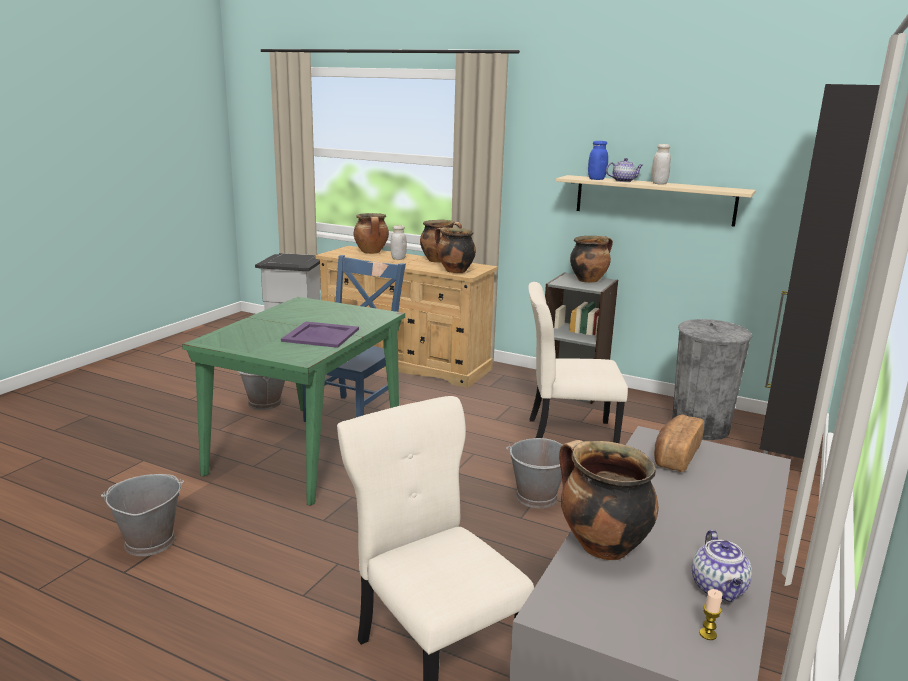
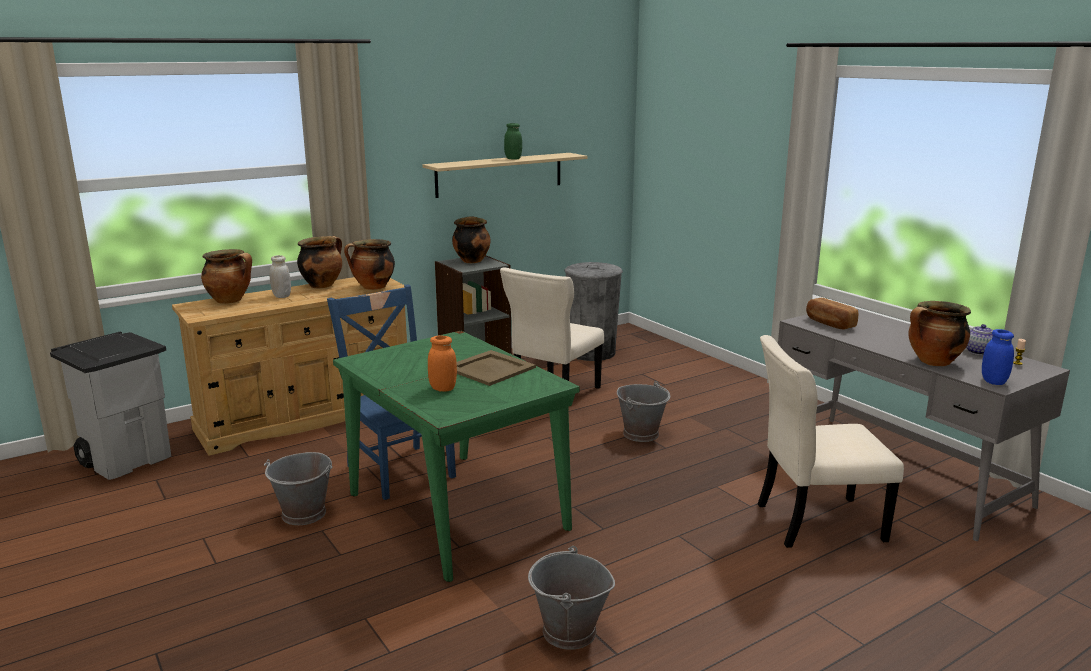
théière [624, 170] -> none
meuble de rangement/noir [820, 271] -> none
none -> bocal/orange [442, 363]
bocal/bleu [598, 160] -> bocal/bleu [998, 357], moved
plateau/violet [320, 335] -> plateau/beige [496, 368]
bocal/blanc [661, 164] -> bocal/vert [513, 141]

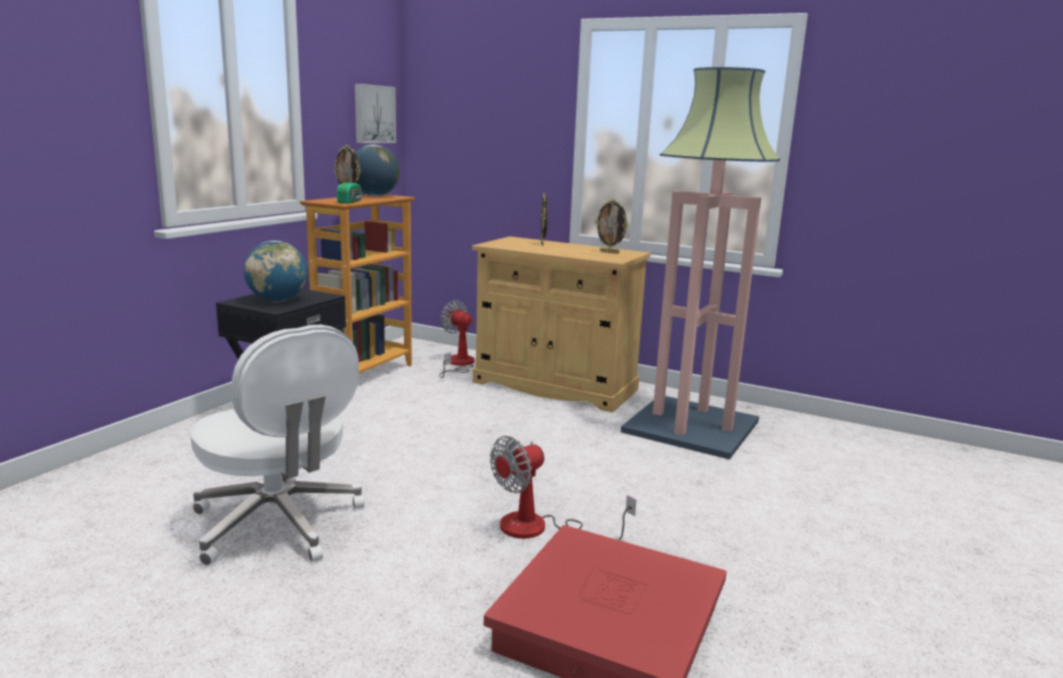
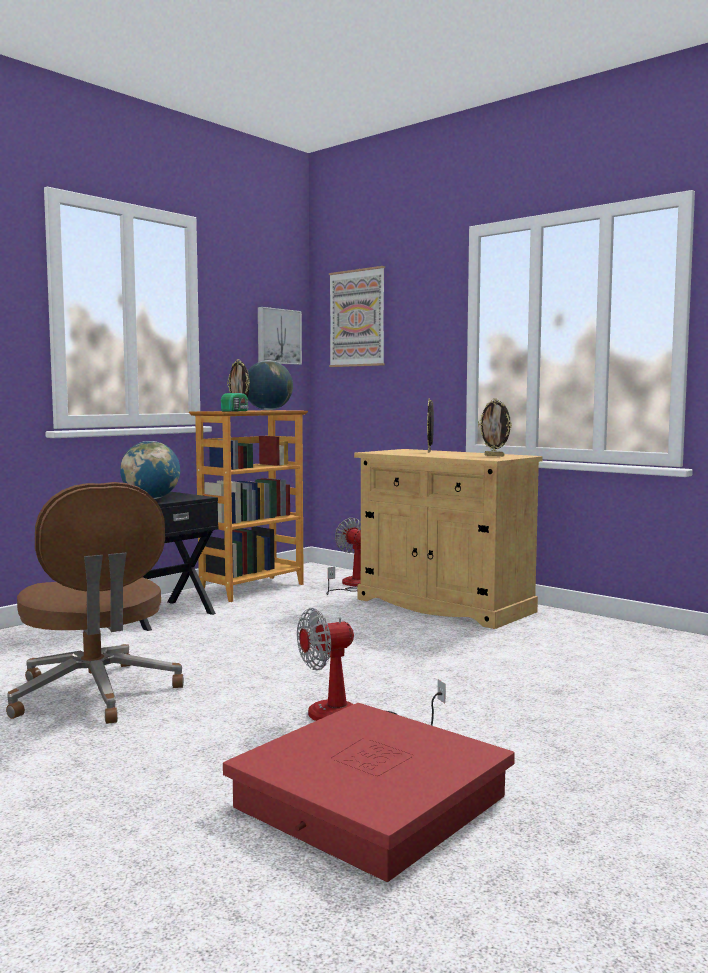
lampadaire [700, 263] -> none
none -> tableau [357, 316]
chaise de bureau/blanc [277, 445] -> chaise de bureau/marron [95, 603]

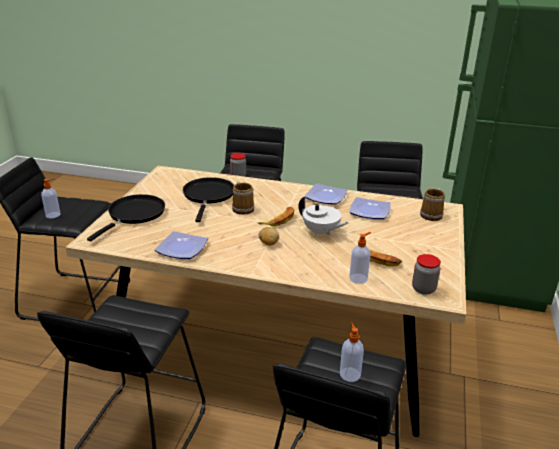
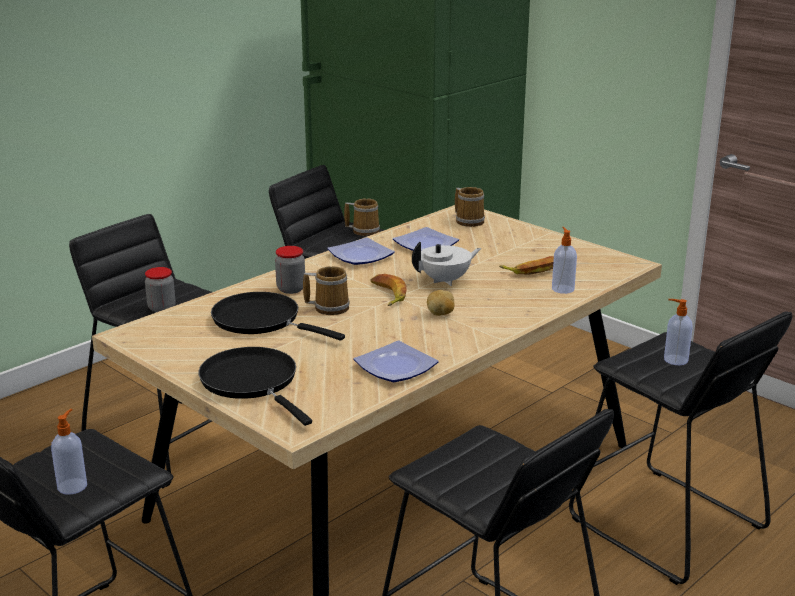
none -> mug [362, 217]
bocal [426, 274] -> bocal [290, 270], moved

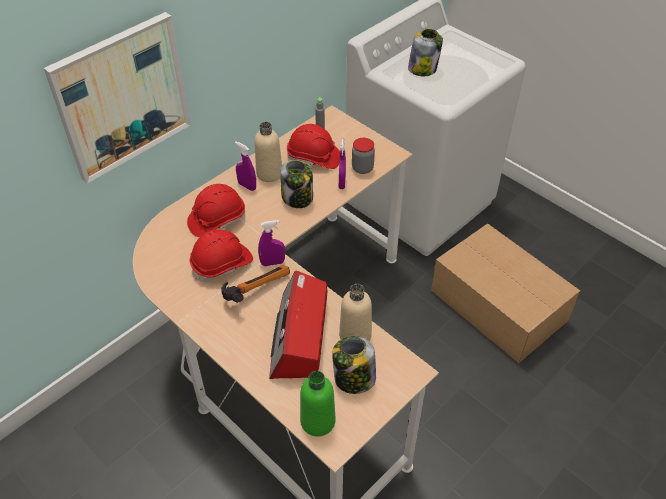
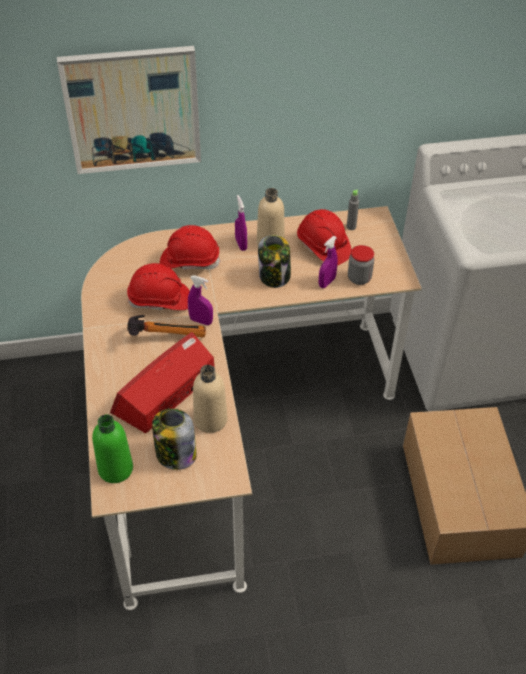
bocal [425, 52] -> none

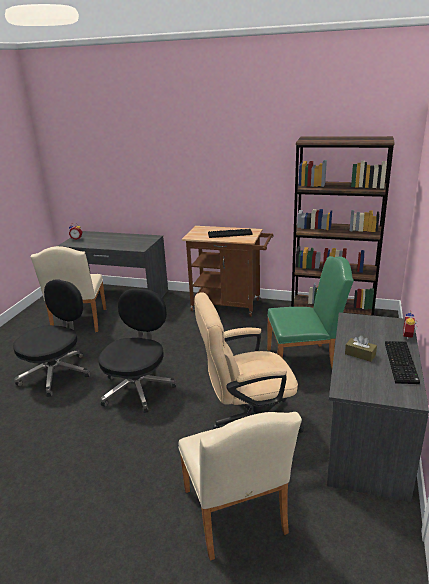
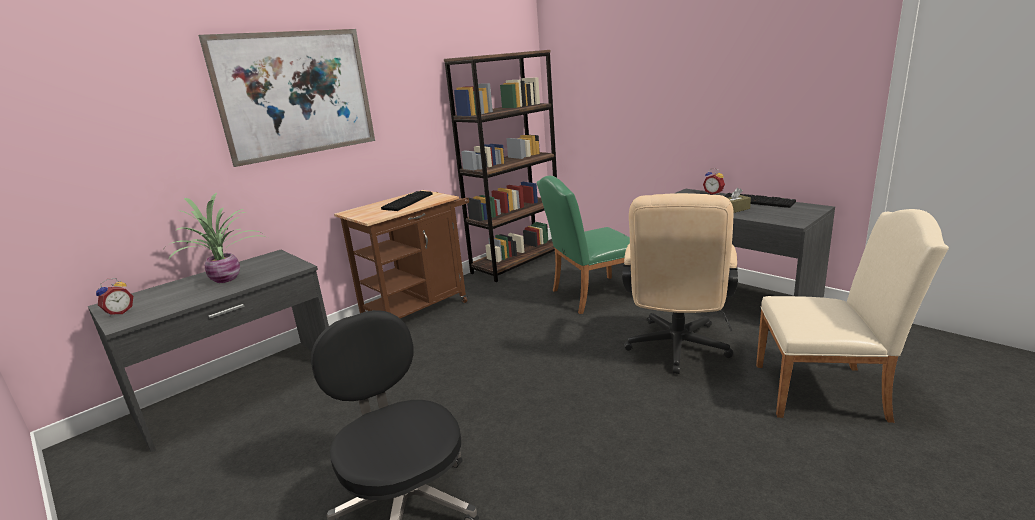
chaise/beige [68, 289] -> none
chaise de bureau/noir [137, 350] -> none
none -> plante en pot [216, 238]
none -> tableau [286, 98]
chaise/vert [310, 312] -> chaise/vert [583, 245], 135 degrees counterclockwise

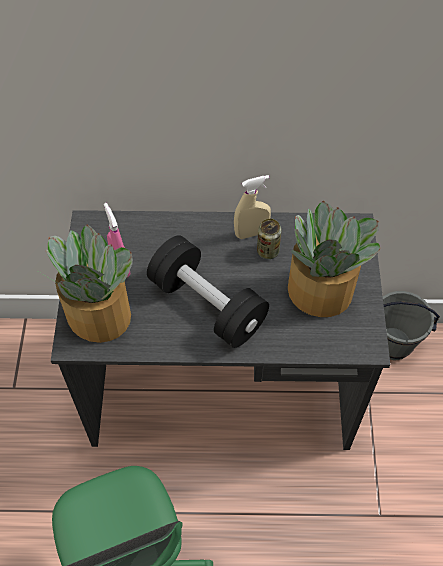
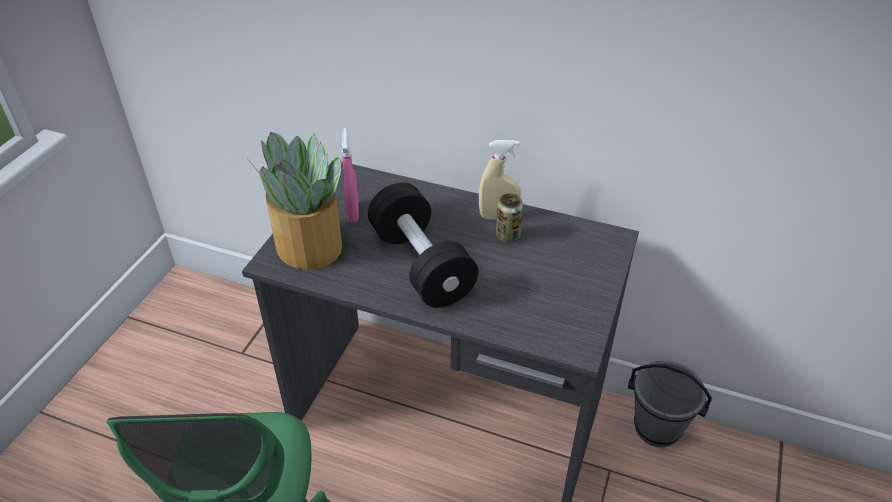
plante en pot [334, 259] -> none

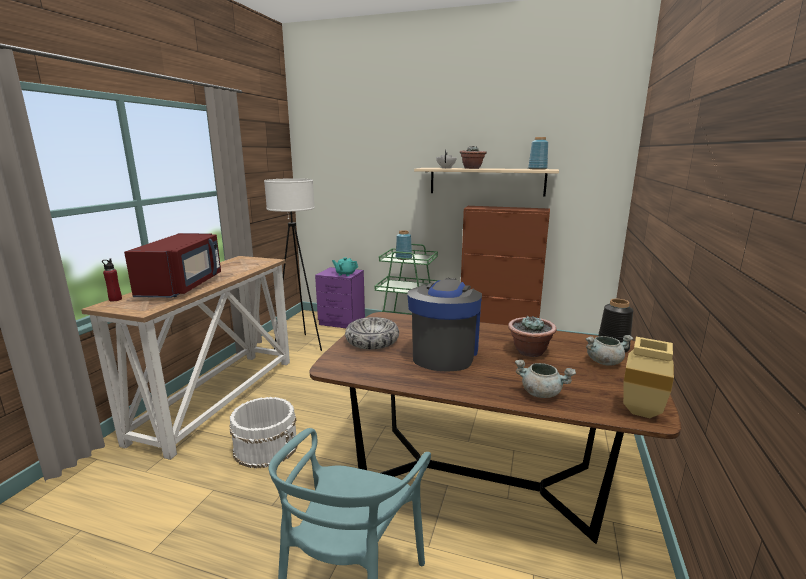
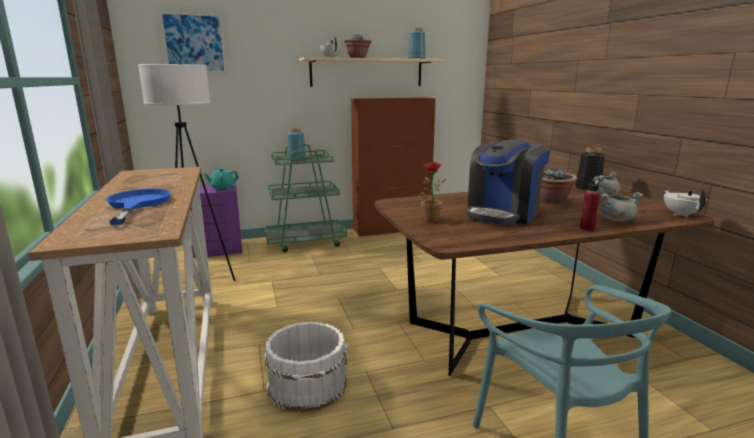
none -> tableau [193, 42]
bouteille/rouge [112, 280] -> bouteille/rouge [590, 204], moved
micro-ondes/rouge [172, 265] -> poêle/bleu [138, 207]
bol [372, 333] -> plante en pot [432, 192]
vase/beige [648, 377] -> théière/blanc [685, 203]
machine à café [444, 325] -> machine à café [508, 182], 120 degrees counterclockwise

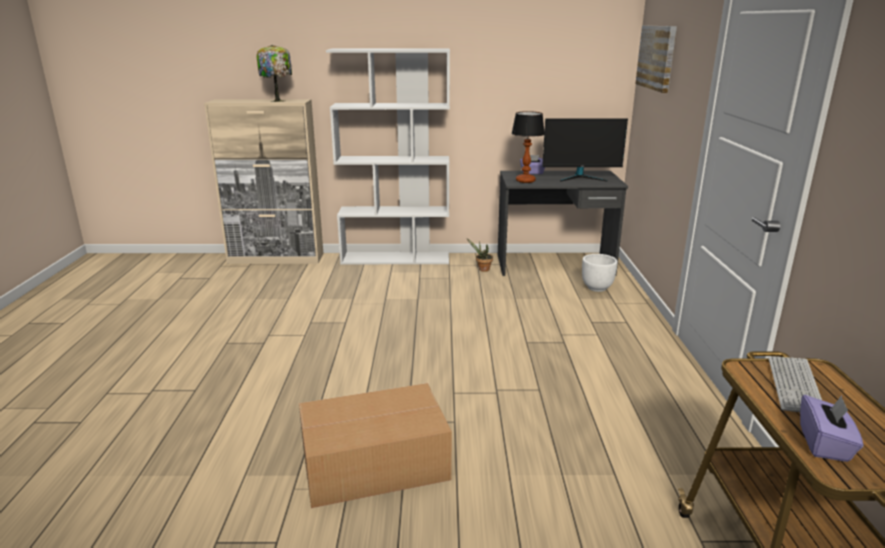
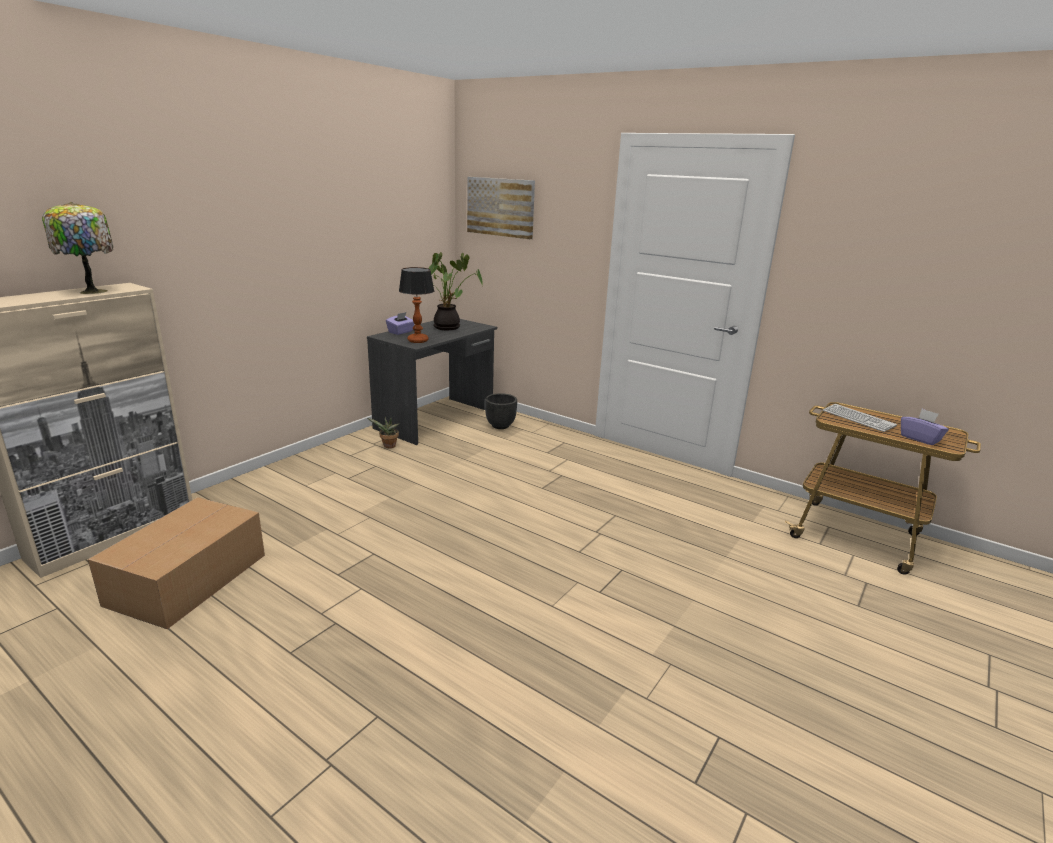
bibliothèque/blanc [388, 156] -> none
carton [375, 445] -> carton [176, 563], moved
écran d'ordinateur [585, 150] -> plante en pot [456, 291]
cache-pot/blanc [600, 273] -> cache-pot/noir [501, 411]

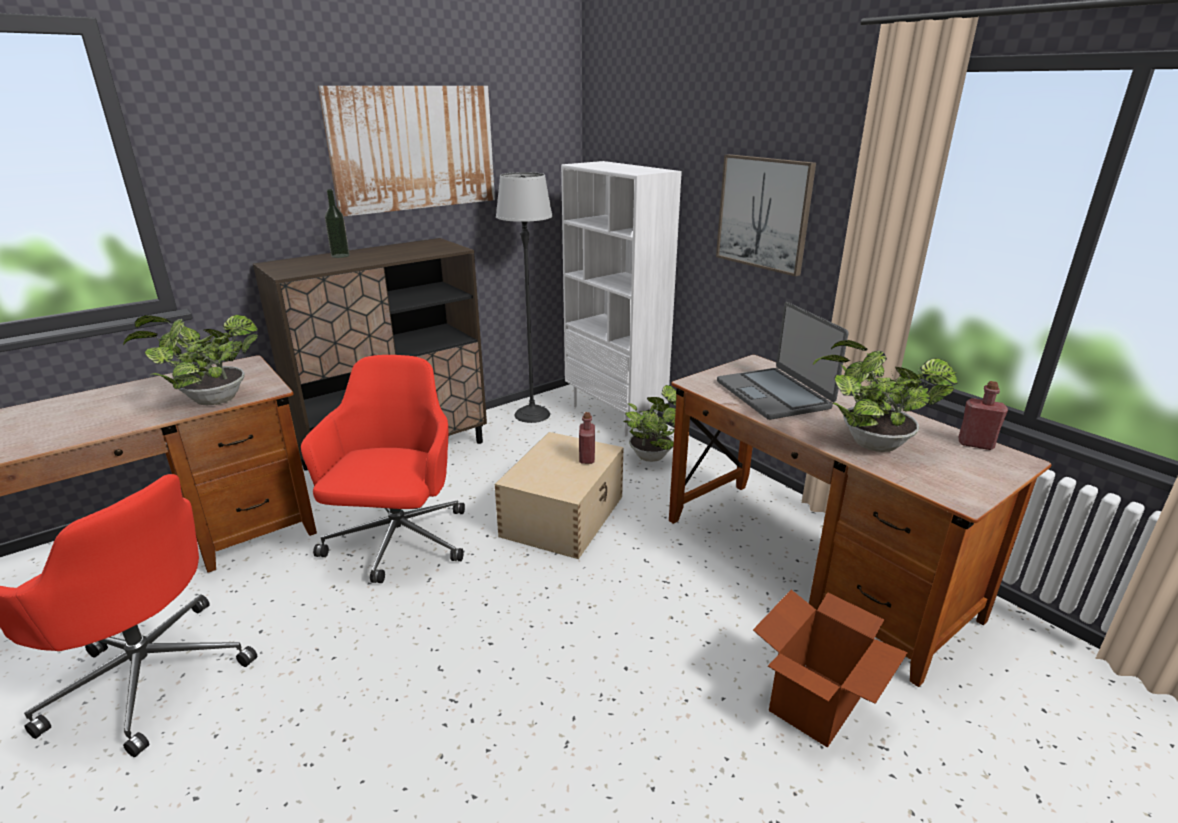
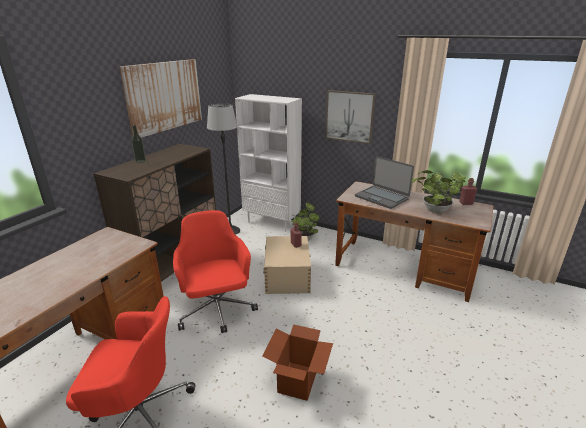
plante en pot [190, 360] -> none
carton [830, 669] -> carton [297, 362], moved

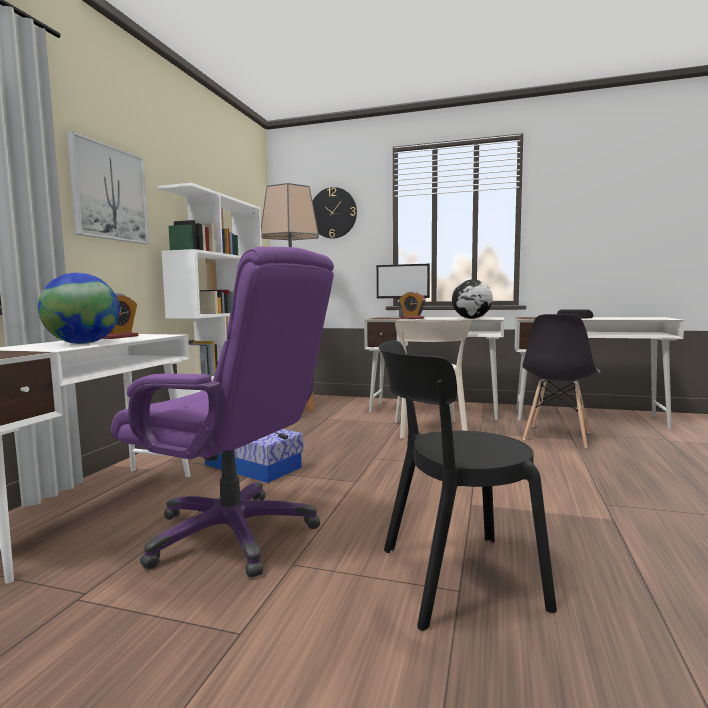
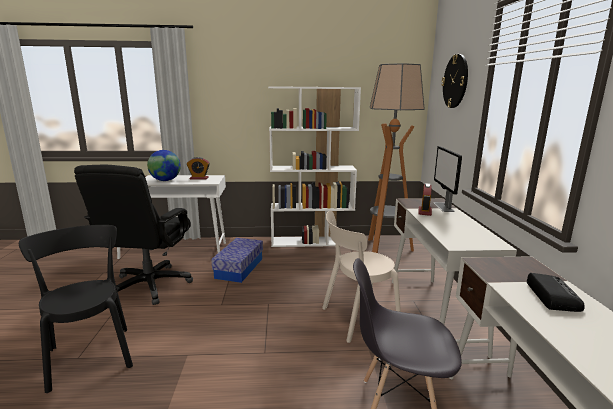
tableau [108, 187] -> none
globe [472, 299] -> none
chaise de bureau/violet [222, 412] -> chaise de bureau/noir [133, 235]

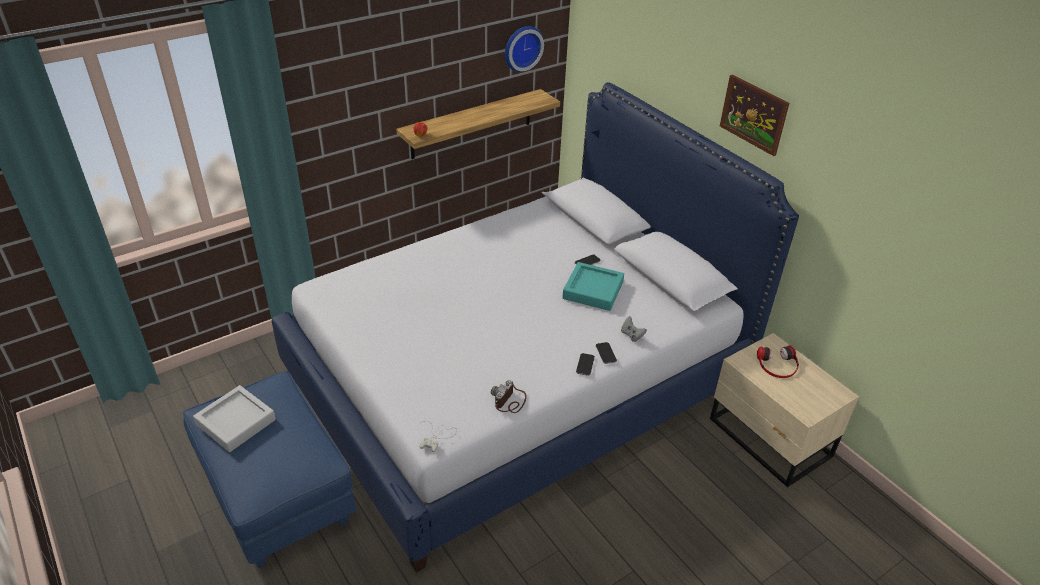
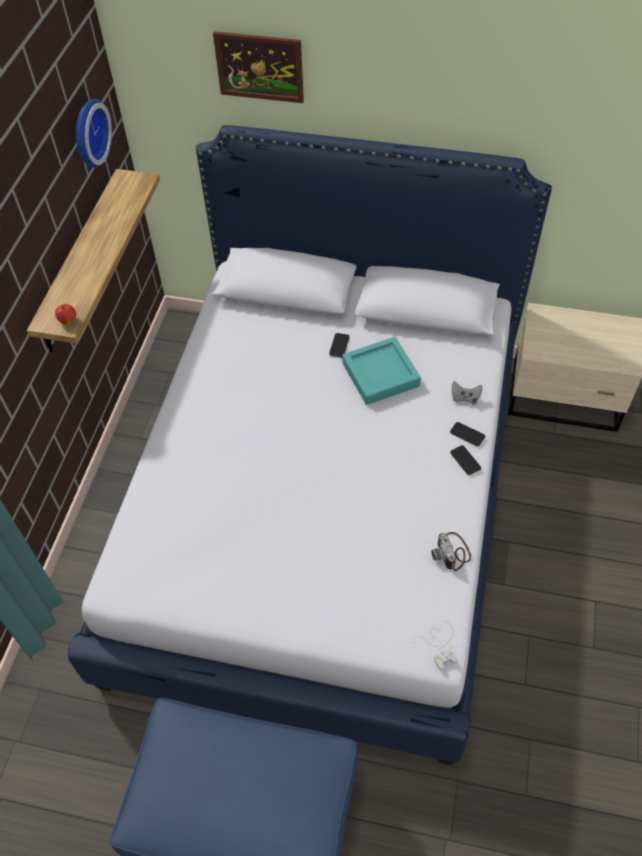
plateau/gris [234, 418] -> none
casque audio [778, 361] -> none
tableau [754, 115] -> tableau [258, 67], moved

